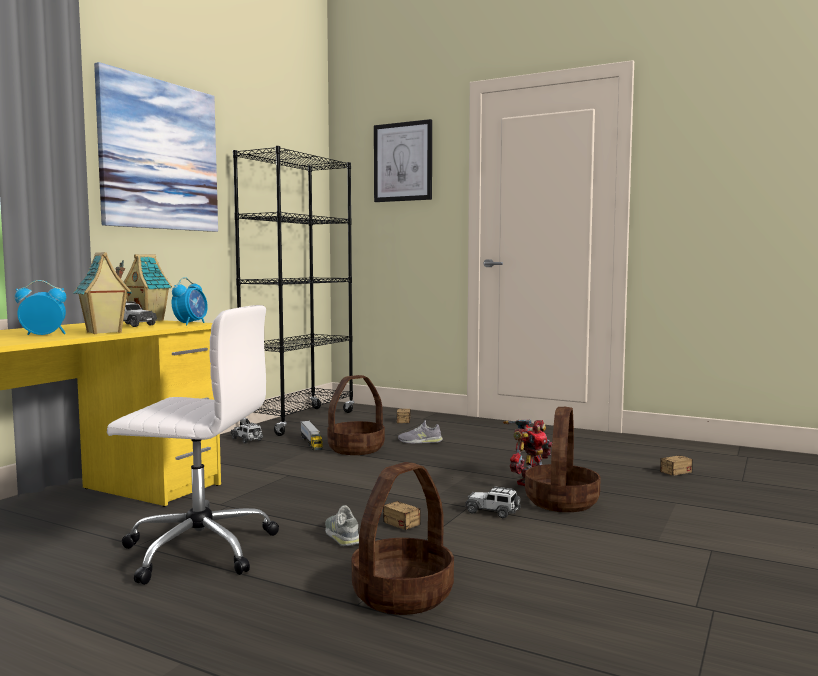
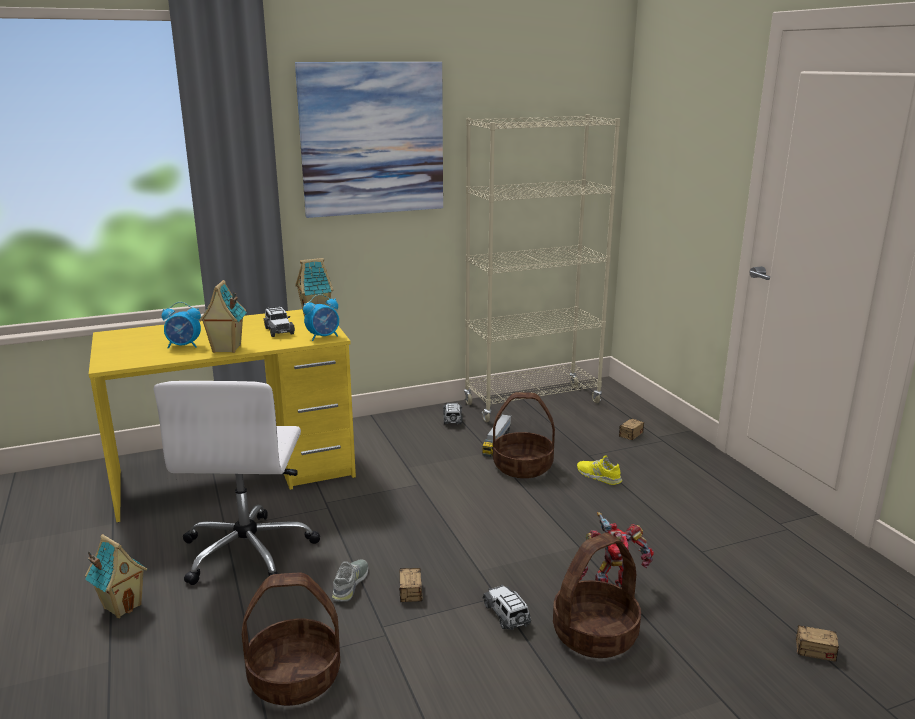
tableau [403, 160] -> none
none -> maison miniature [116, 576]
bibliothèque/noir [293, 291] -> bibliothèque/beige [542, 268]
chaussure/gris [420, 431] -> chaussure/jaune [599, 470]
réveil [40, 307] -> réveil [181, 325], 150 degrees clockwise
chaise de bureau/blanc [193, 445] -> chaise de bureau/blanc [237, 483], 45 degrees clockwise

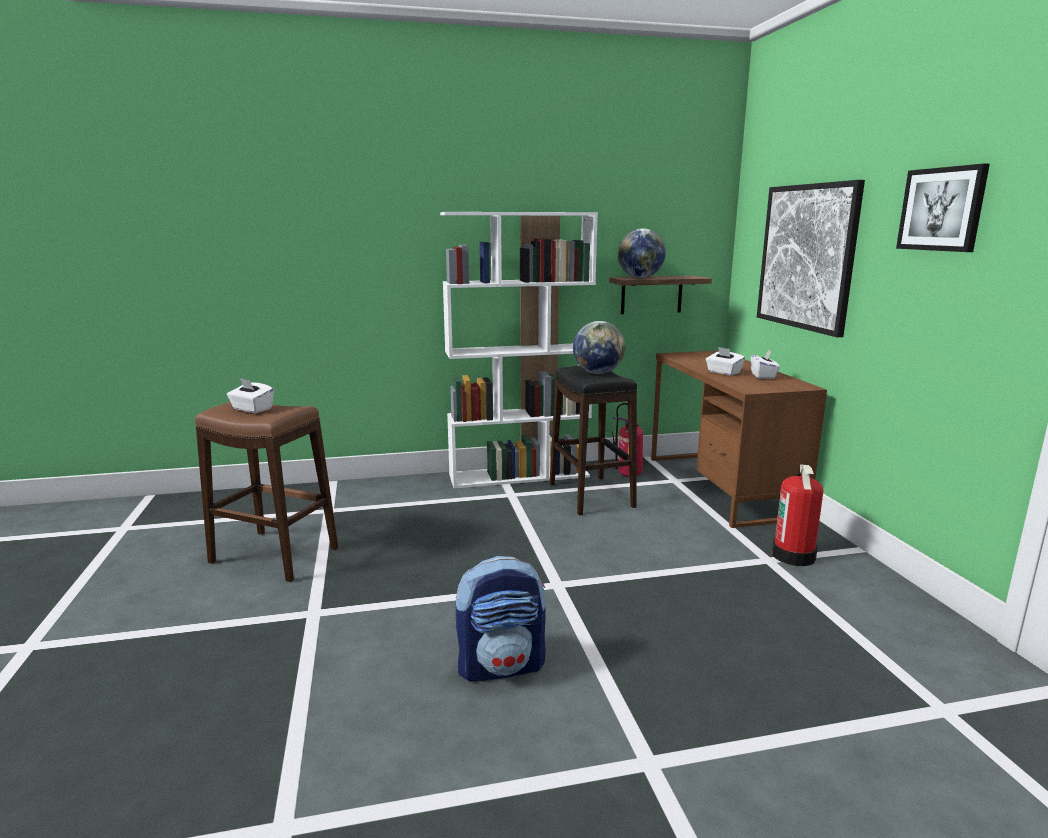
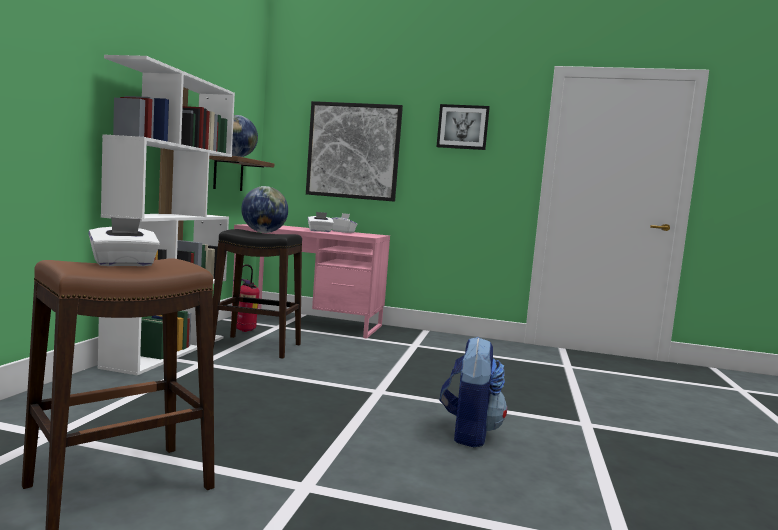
extincteur [797, 515] -> none
bureau/marron [739, 439] -> bureau/rose [310, 281]

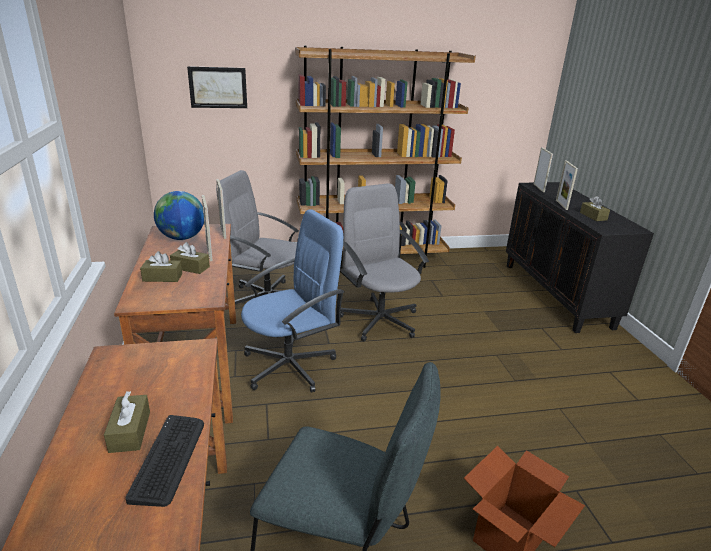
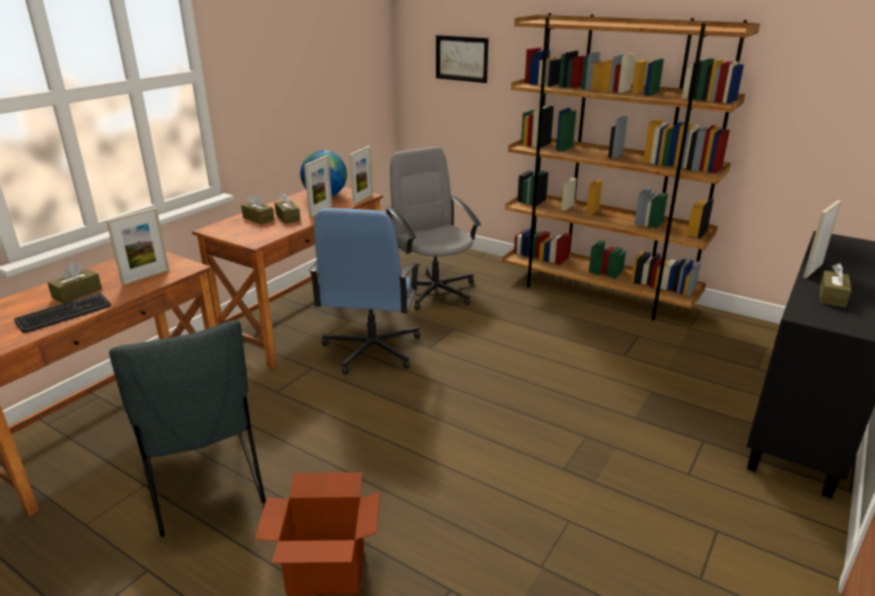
chaise de bureau/gris [384, 262] -> none
cadre photo [543, 169] -> cadre photo [137, 246], moved
chaise de bureau/bleu [292, 300] -> chaise de bureau/bleu [364, 291], 90 degrees clockwise

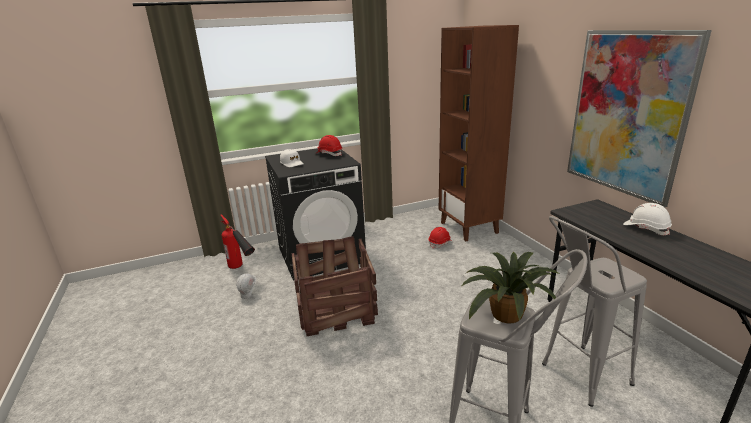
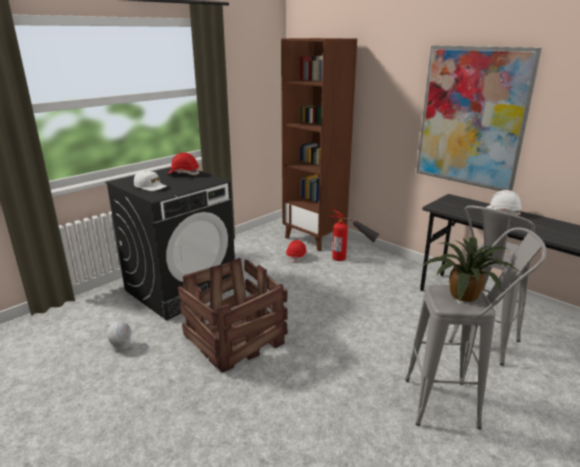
extincteur [237, 241] -> extincteur [354, 235], moved

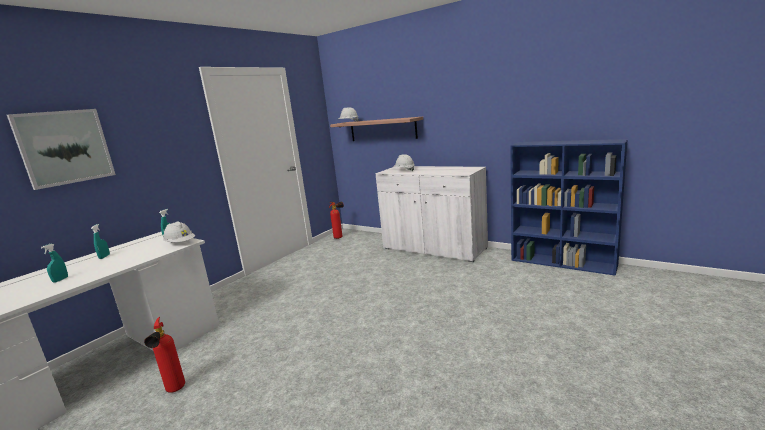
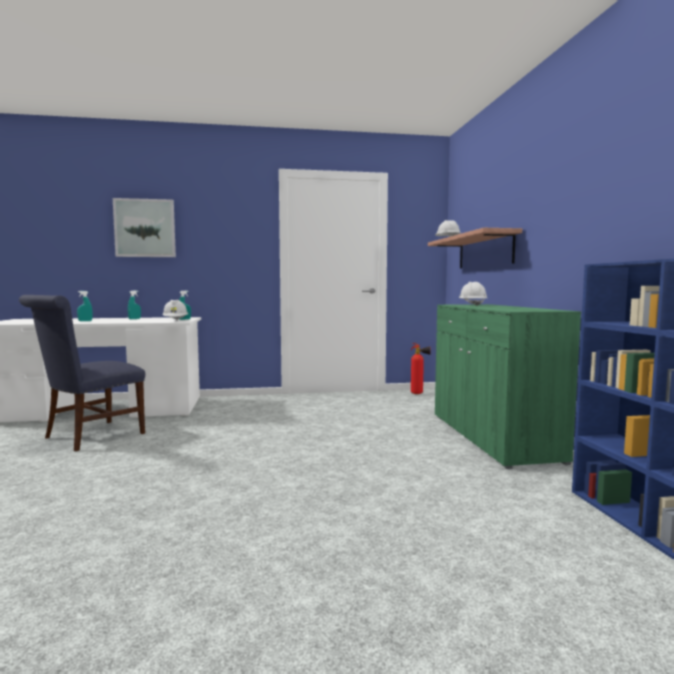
extincteur [164, 355] -> chaise/bleu [82, 373]
meuble de rangement/blanc [431, 214] -> meuble de rangement/vert [508, 386]

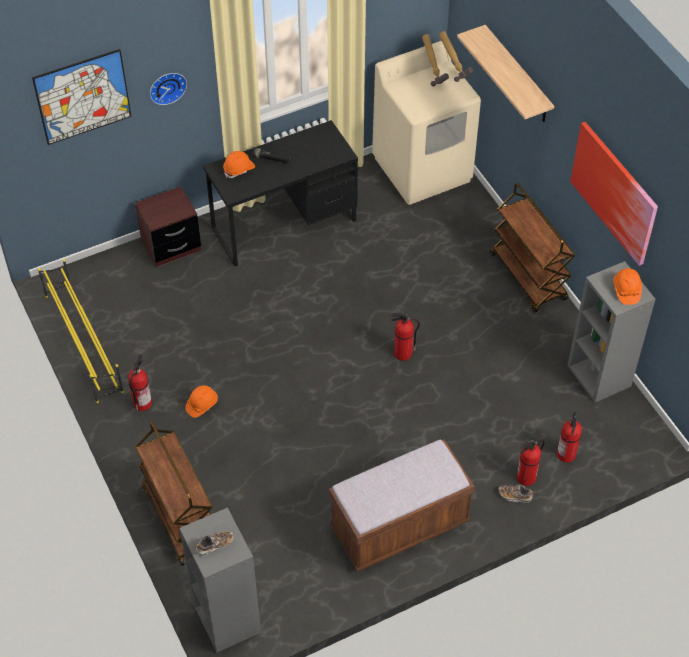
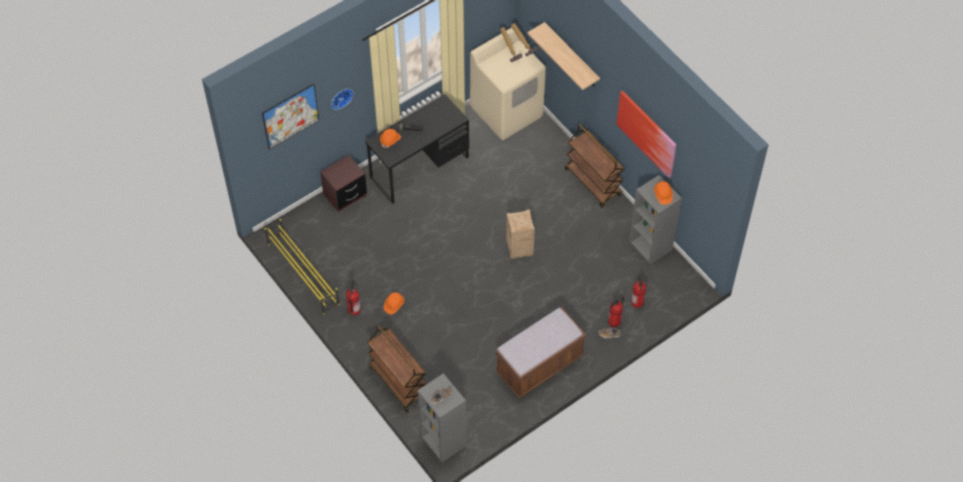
extincteur [405, 337] -> caisse [520, 234]

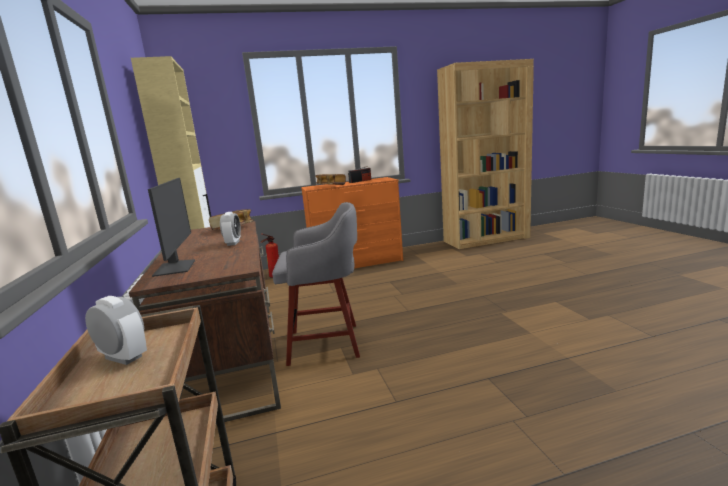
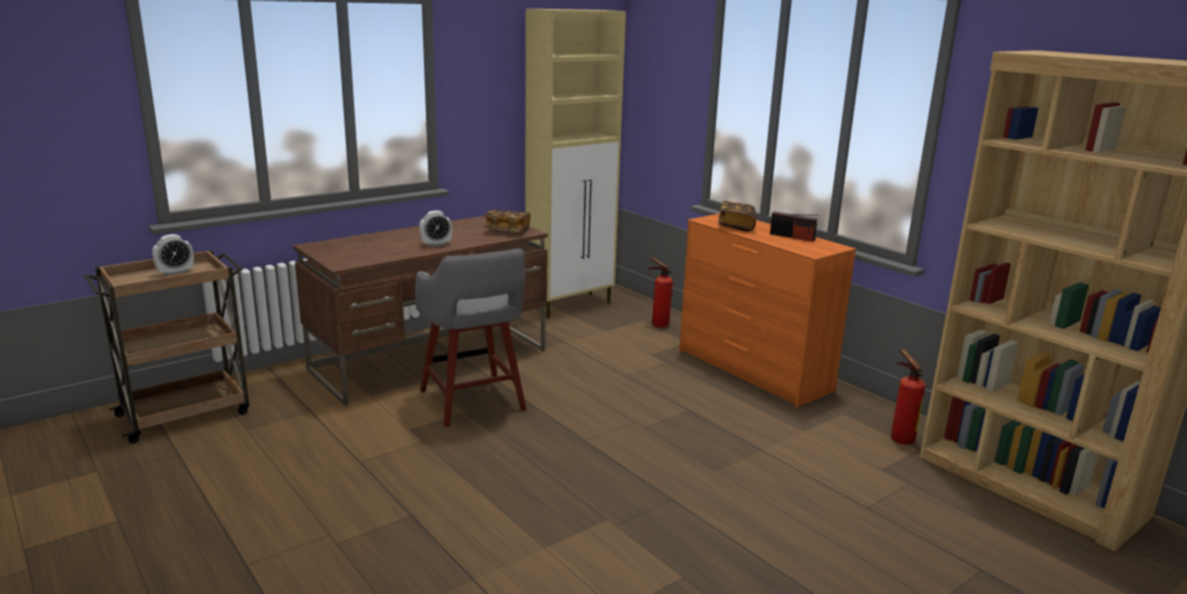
écran d'ordinateur [171, 227] -> none
none -> extincteur [908, 397]
réveil [116, 330] -> réveil [173, 255], 45 degrees clockwise

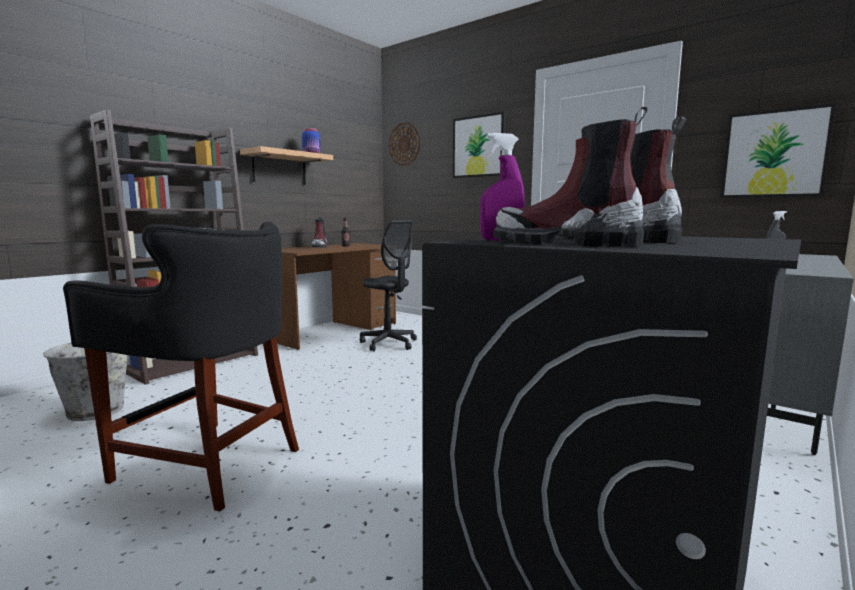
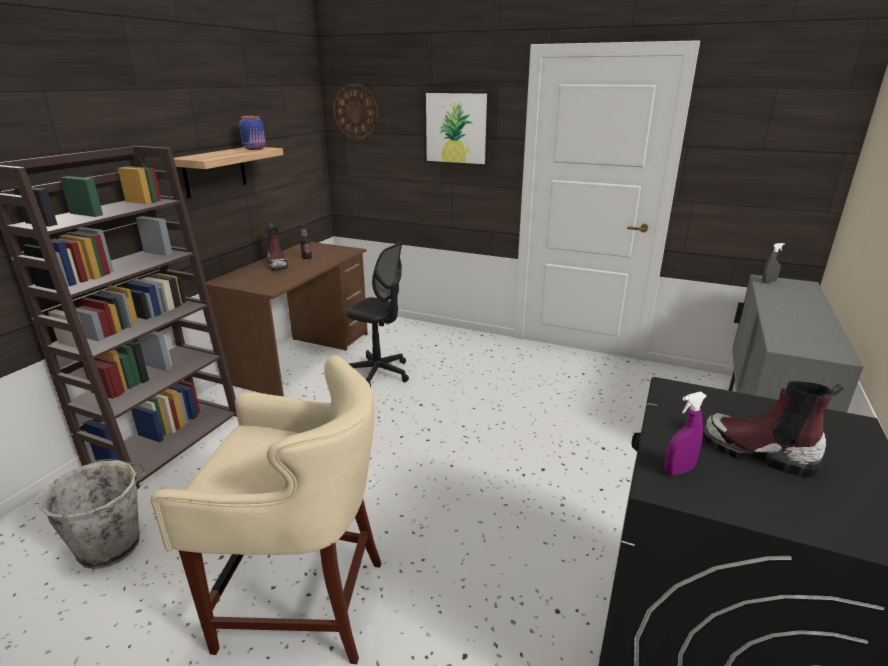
botte [570, 176] -> none
tableau [778, 150] -> none
tabouret/noir [181, 367] -> tabouret/beige [265, 509]

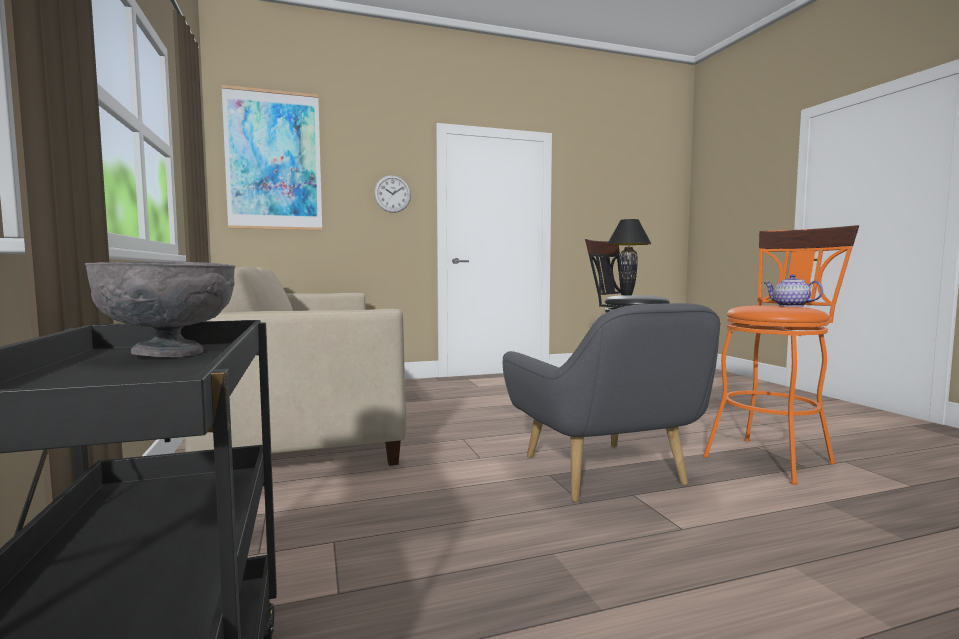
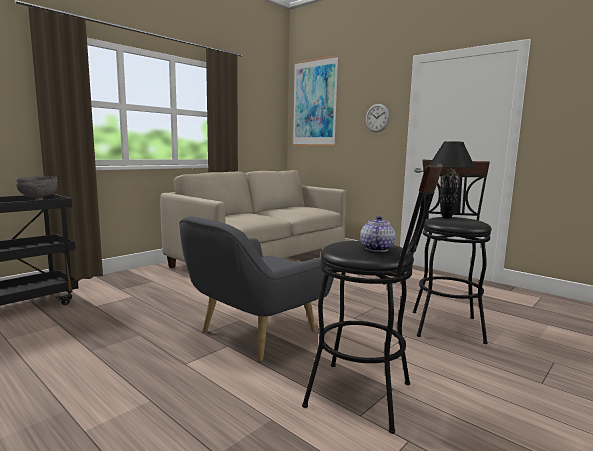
tabouret/orange [781, 355] -> tabouret/noir [372, 299]

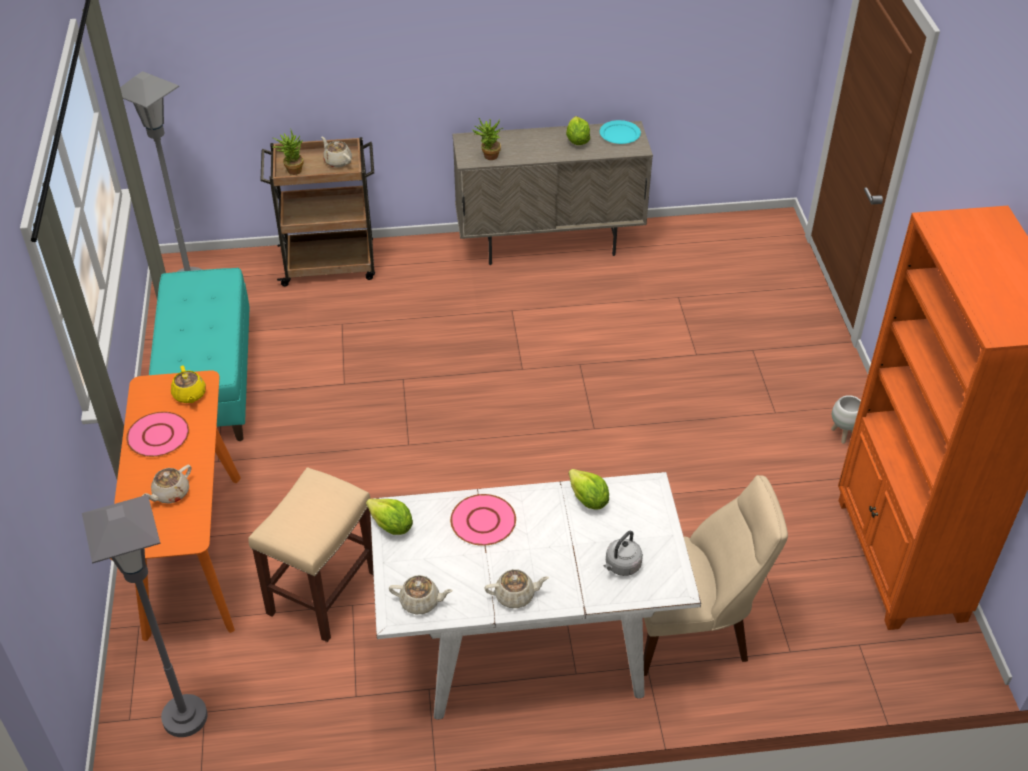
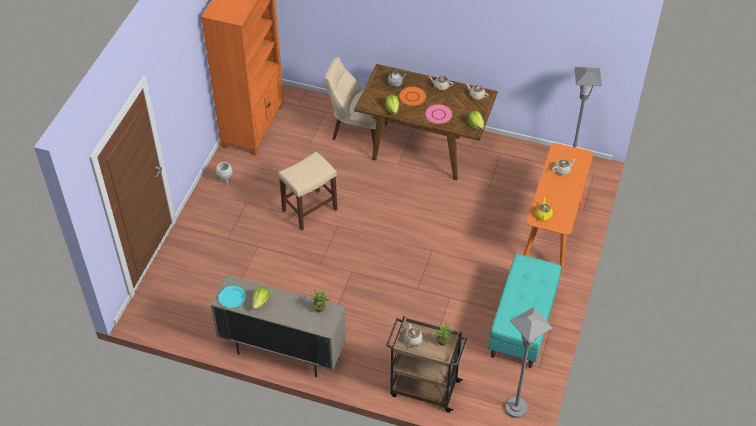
assiette/rose [157, 434] -> none
none -> assiette/orange [412, 96]
tabouret/beige [310, 554] -> tabouret/beige [308, 191], moved
table à manger/blanc [535, 596] -> table à manger/marron [426, 122]

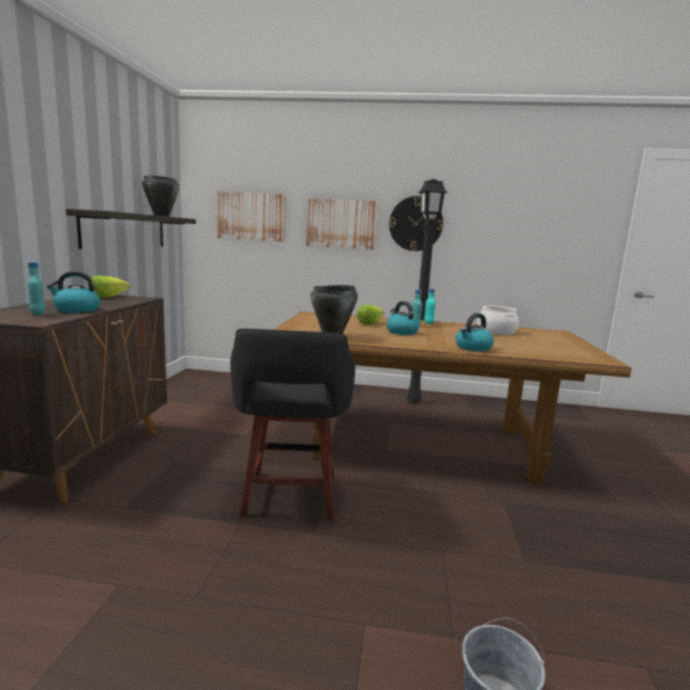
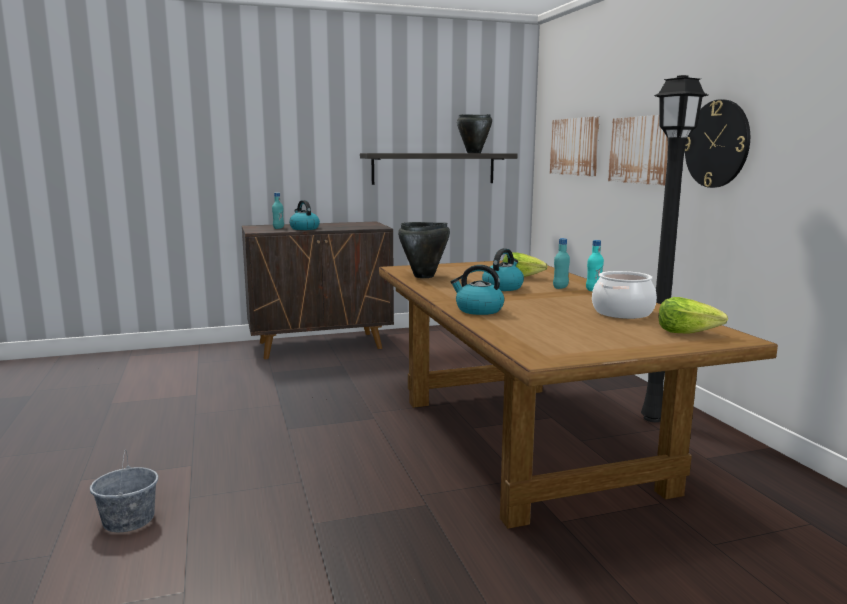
tabouret/noir [292, 425] -> none
laitue [109, 287] -> laitue [693, 315], moved

